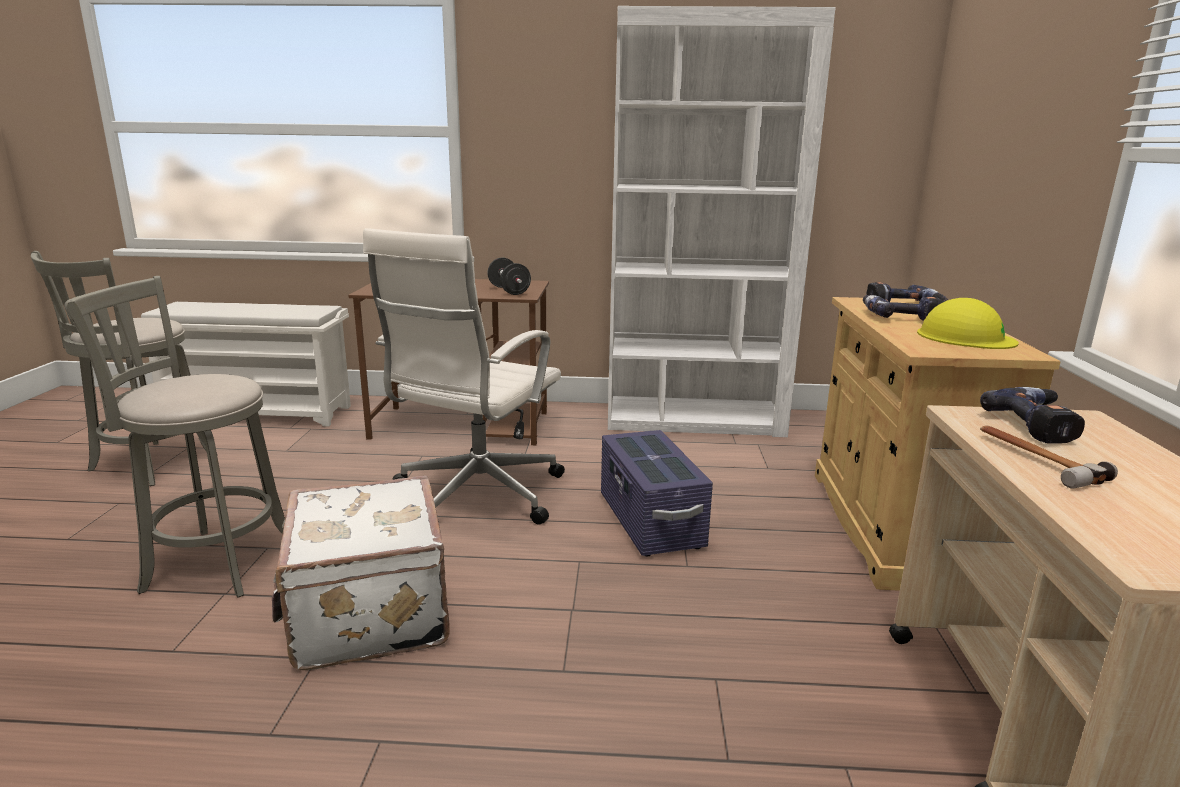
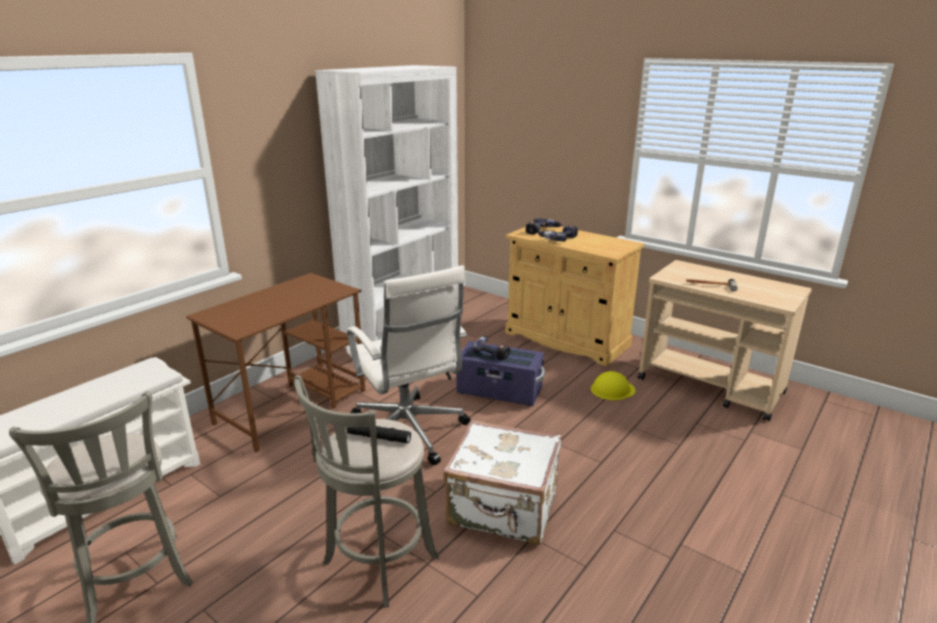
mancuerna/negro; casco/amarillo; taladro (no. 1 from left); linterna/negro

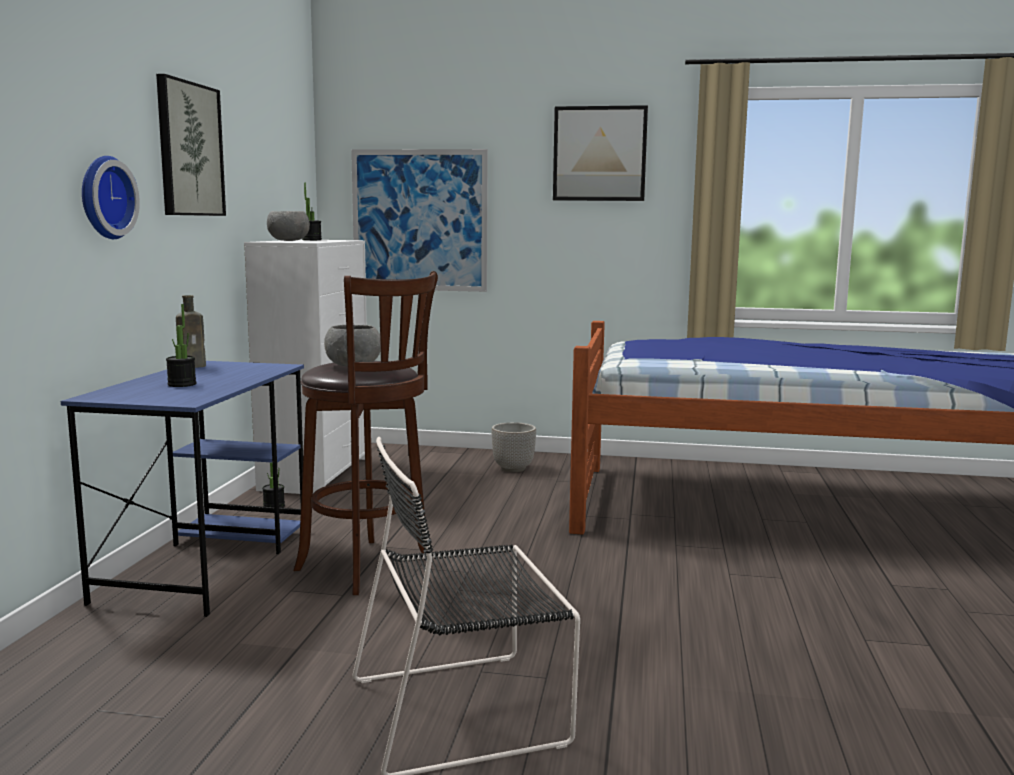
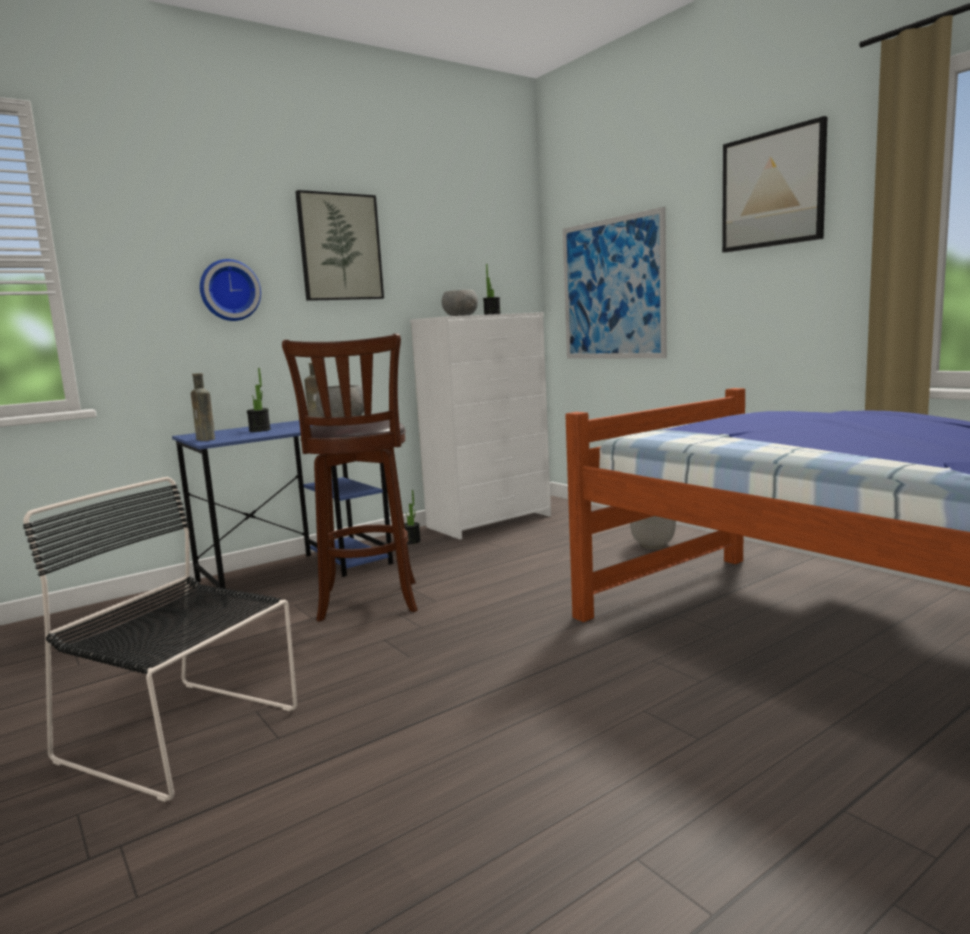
botella/marrón (no. 1 from left)

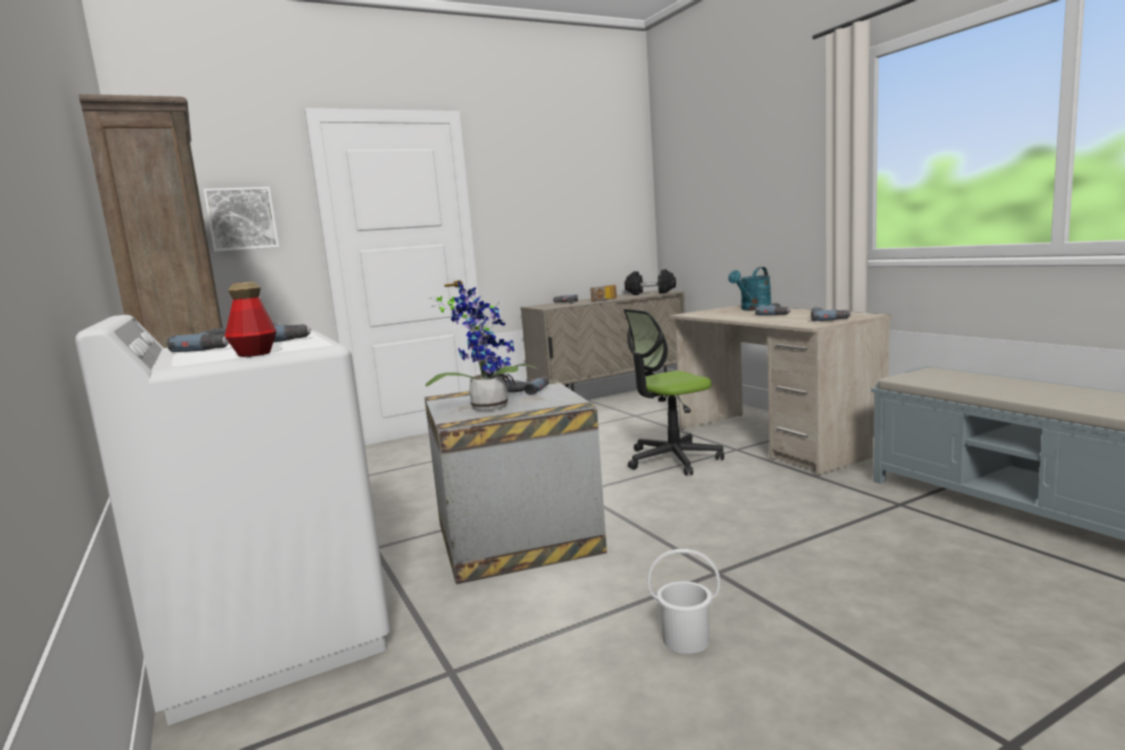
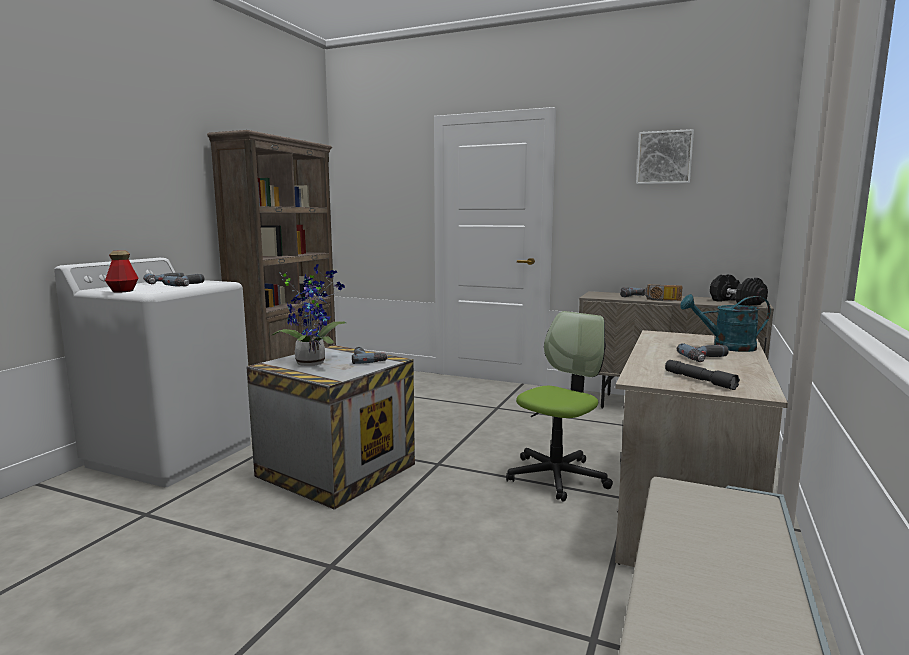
cuadro; linterna/gris; silla de oficina; cubo/blanco

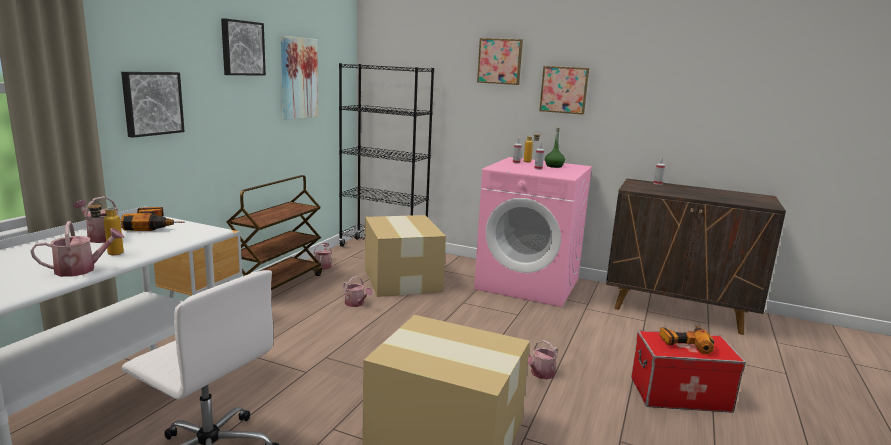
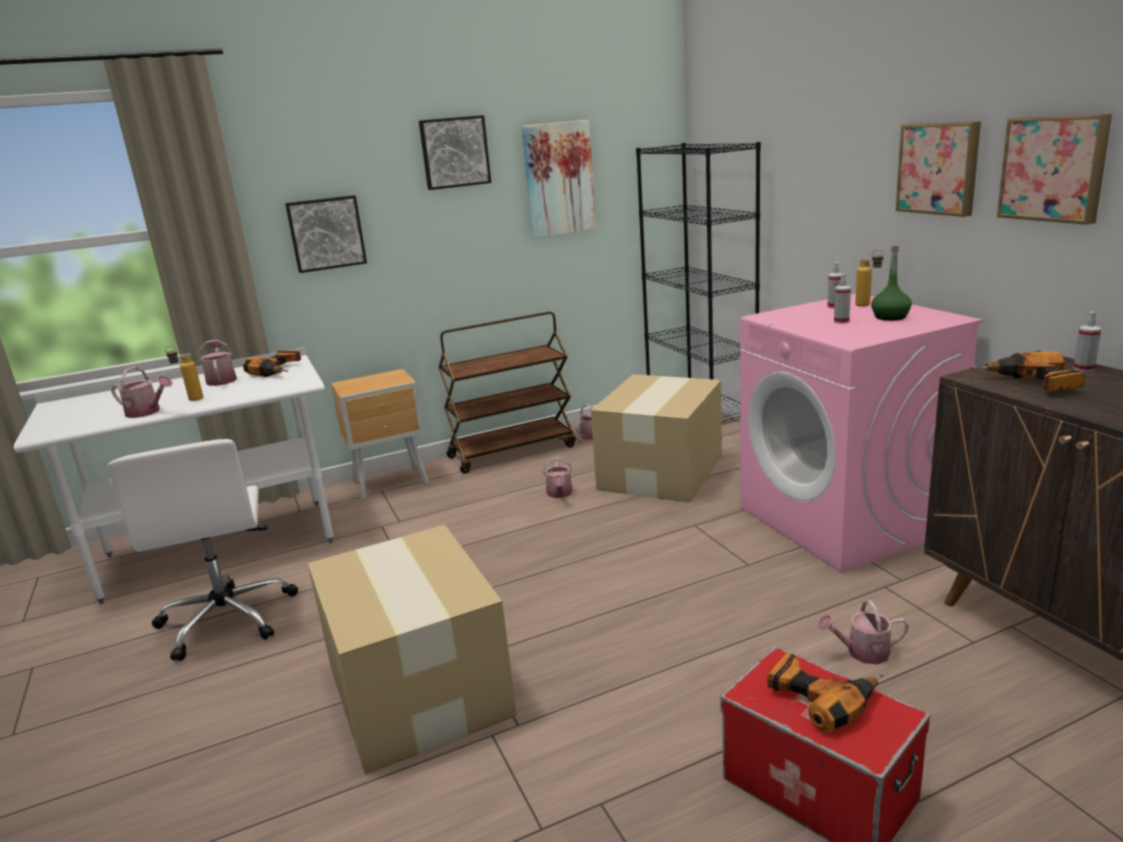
cuadro (no. 5 from left); regadera (no. 5 from left); taladro (no. 3 from left)

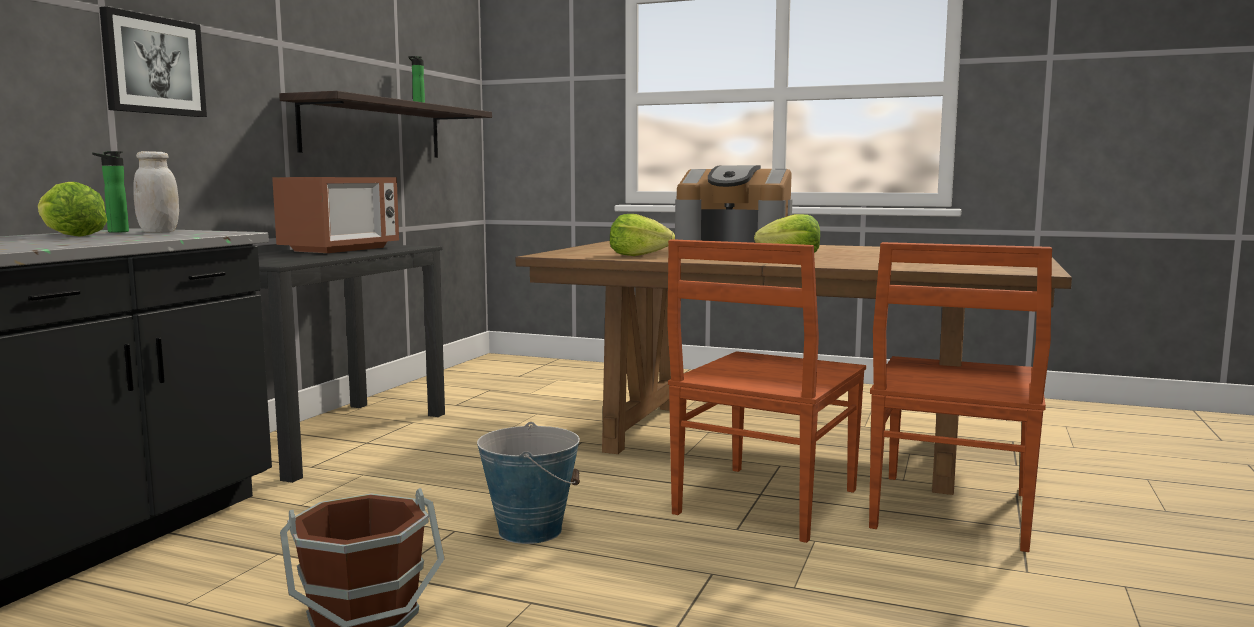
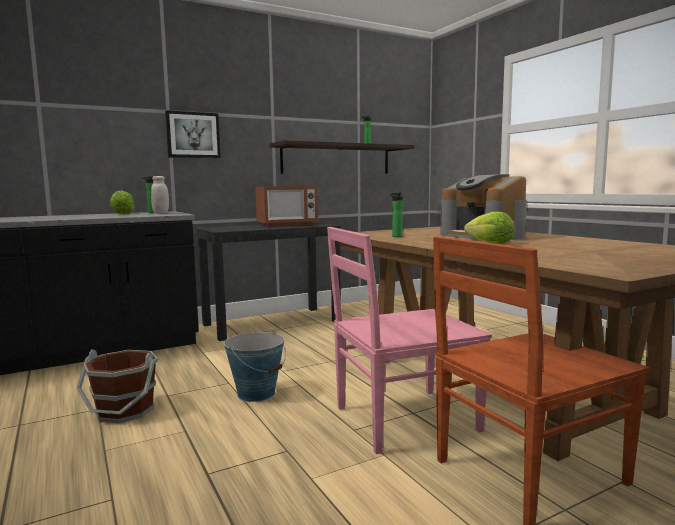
botella (no. 3 from left); silla/rosa

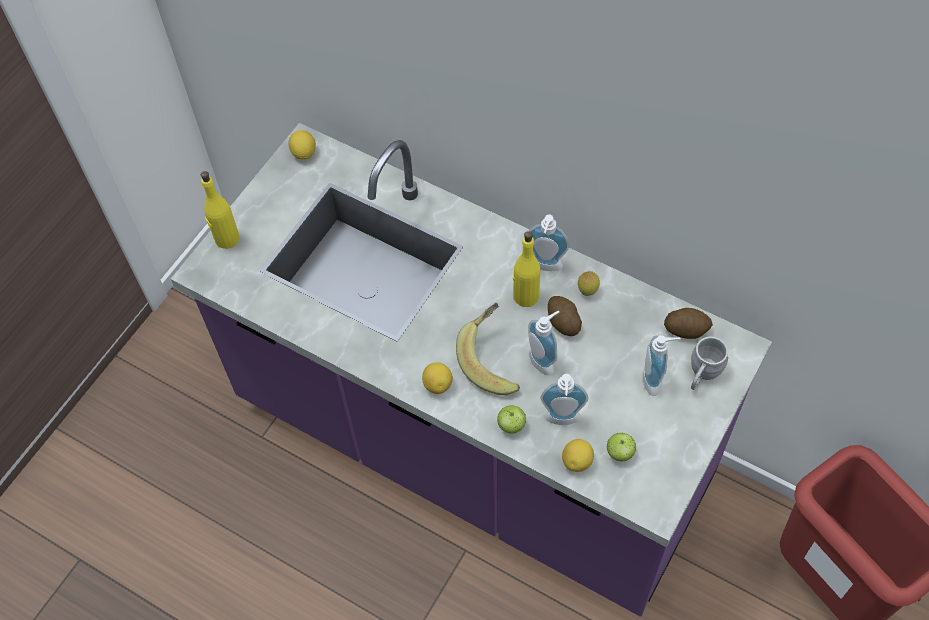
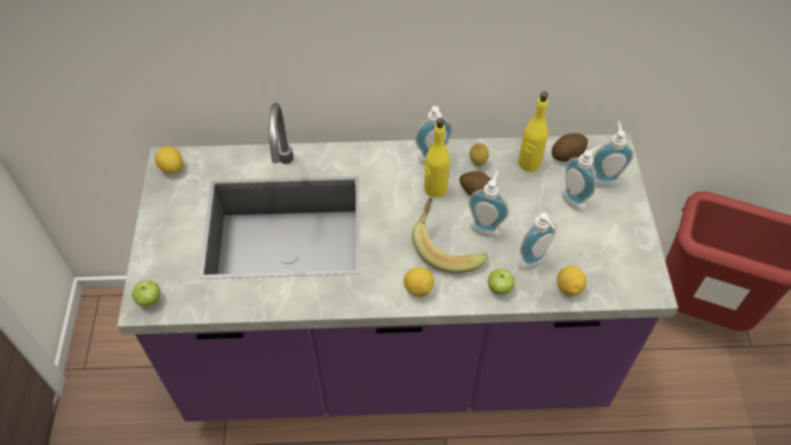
botella/amarillo (no. 2 from left); dispensador de jabón (no. 5 from left); manzana (no. 1 from left)

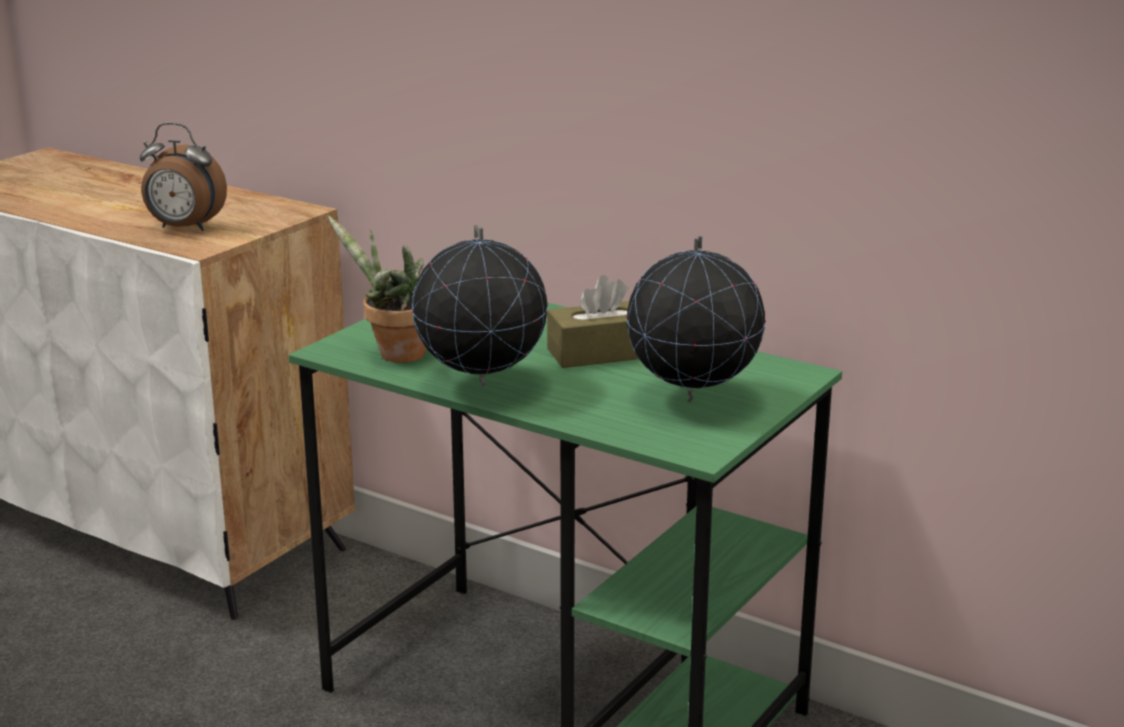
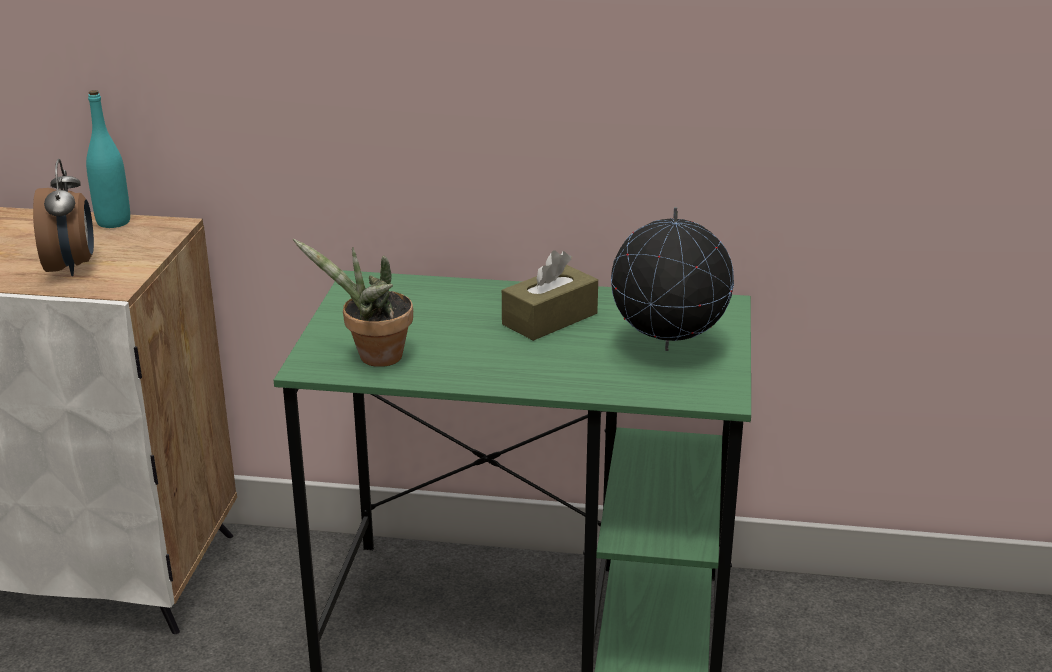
despertador; globo terráqueo (no. 1 from left in the first image); botella/turquesa

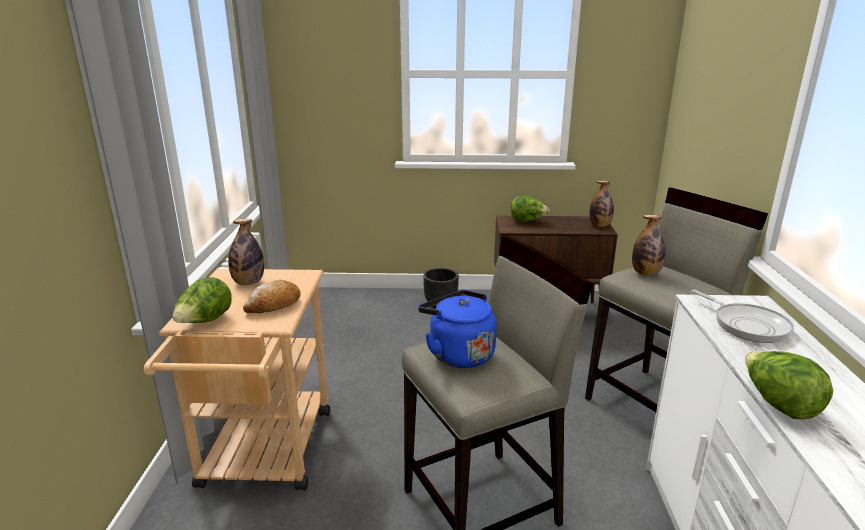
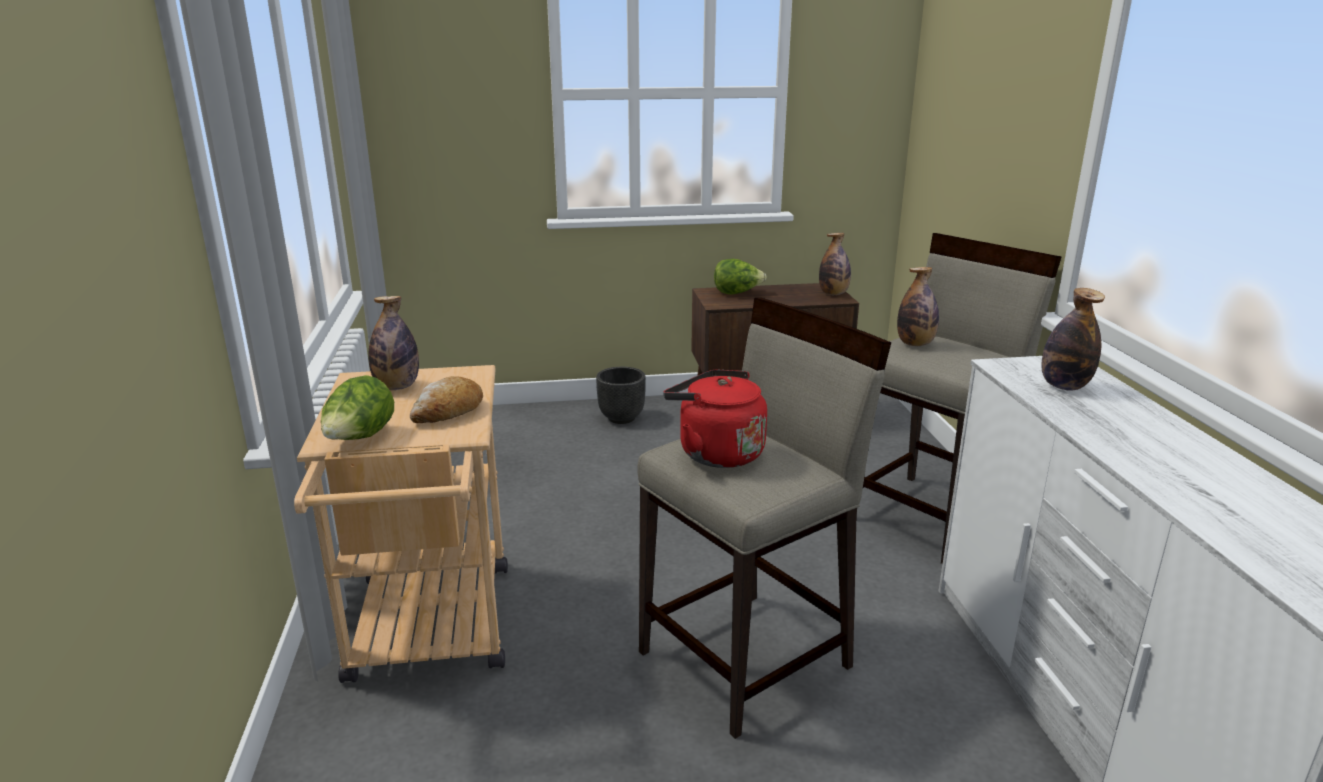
hervidor/rojo; botella (no. 4 from left); lechuga (no. 3 from left in the first image)

